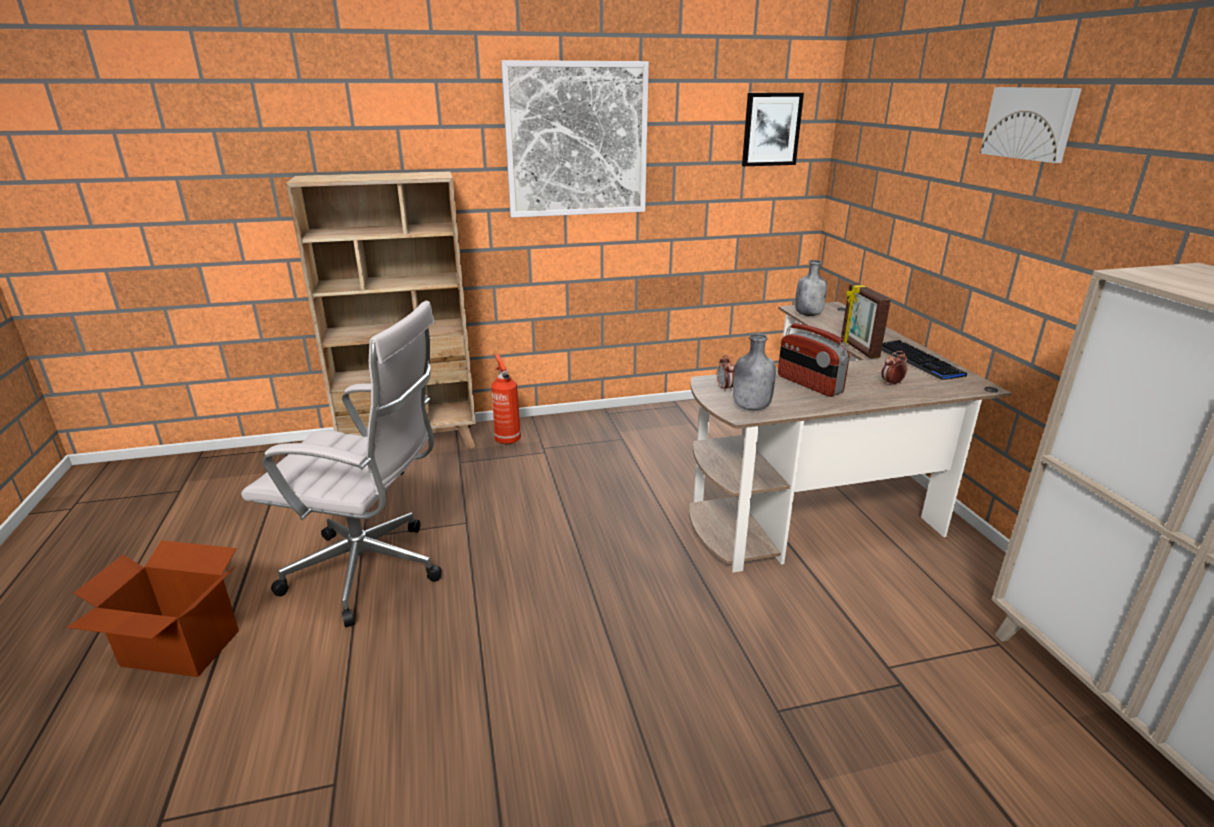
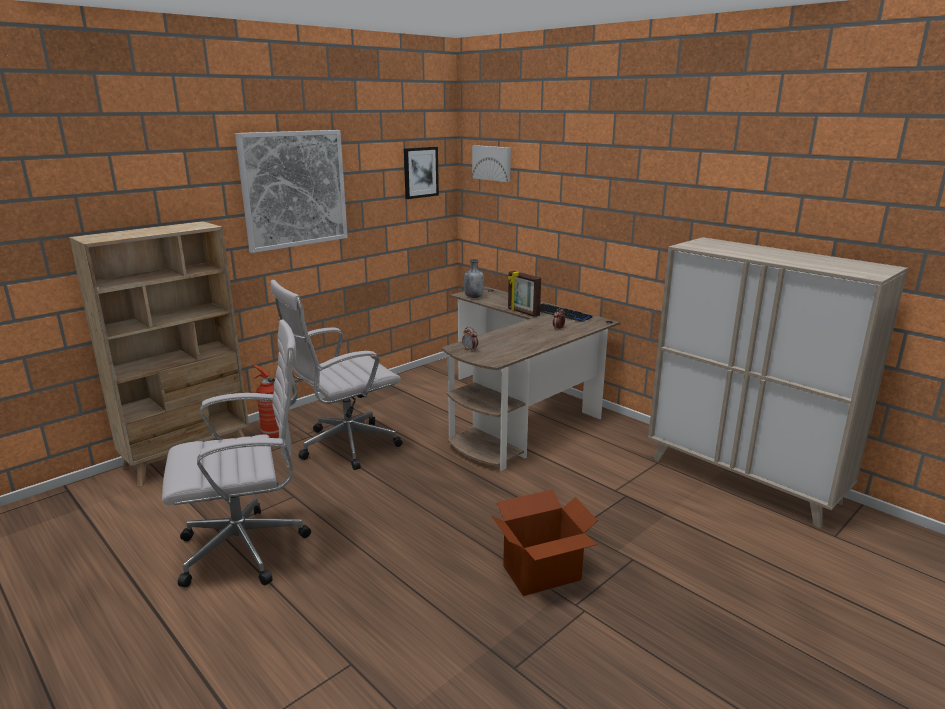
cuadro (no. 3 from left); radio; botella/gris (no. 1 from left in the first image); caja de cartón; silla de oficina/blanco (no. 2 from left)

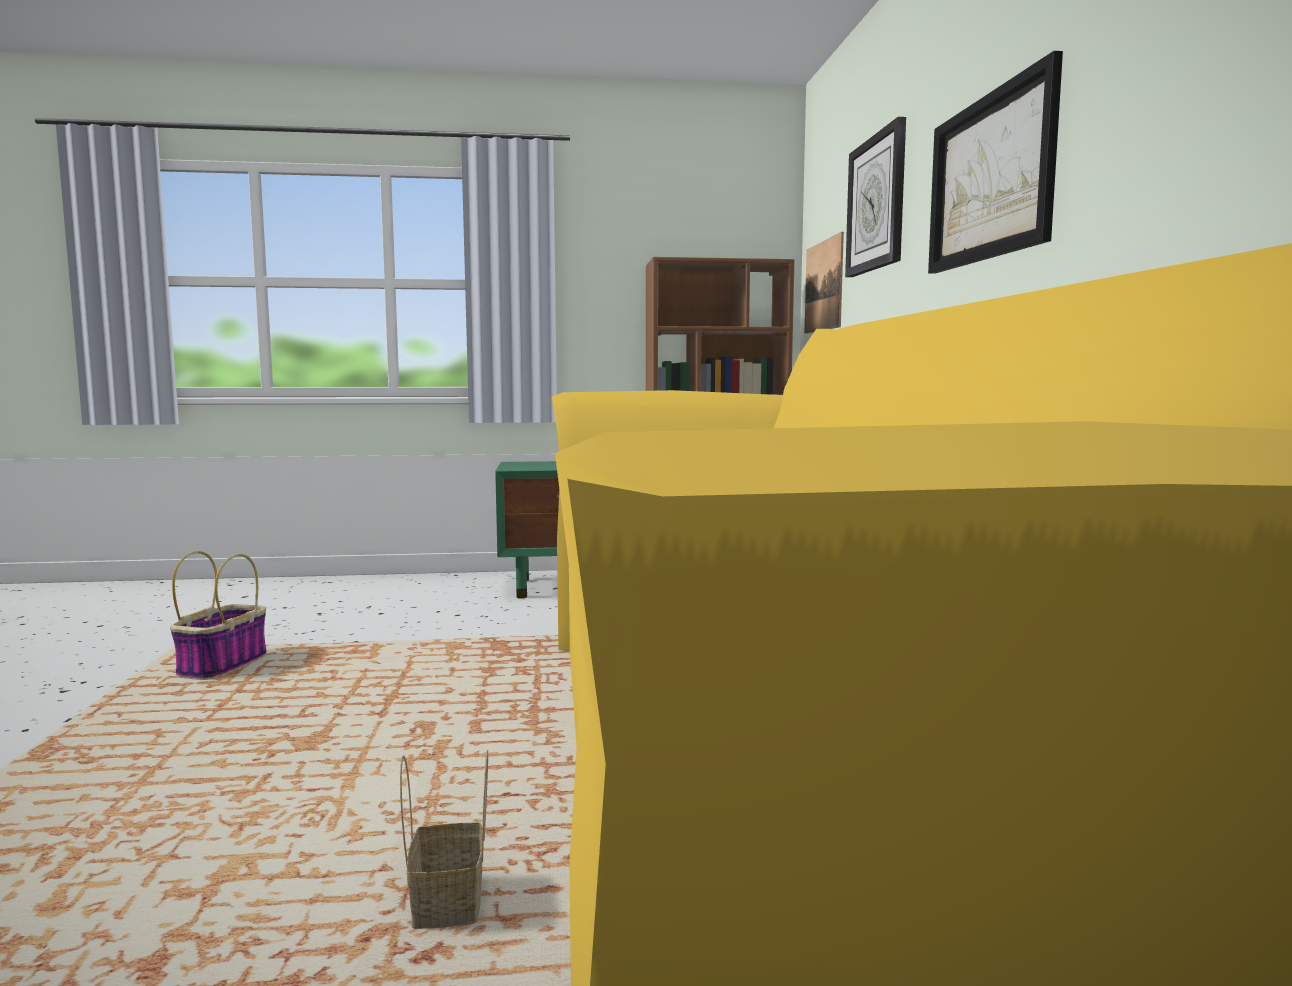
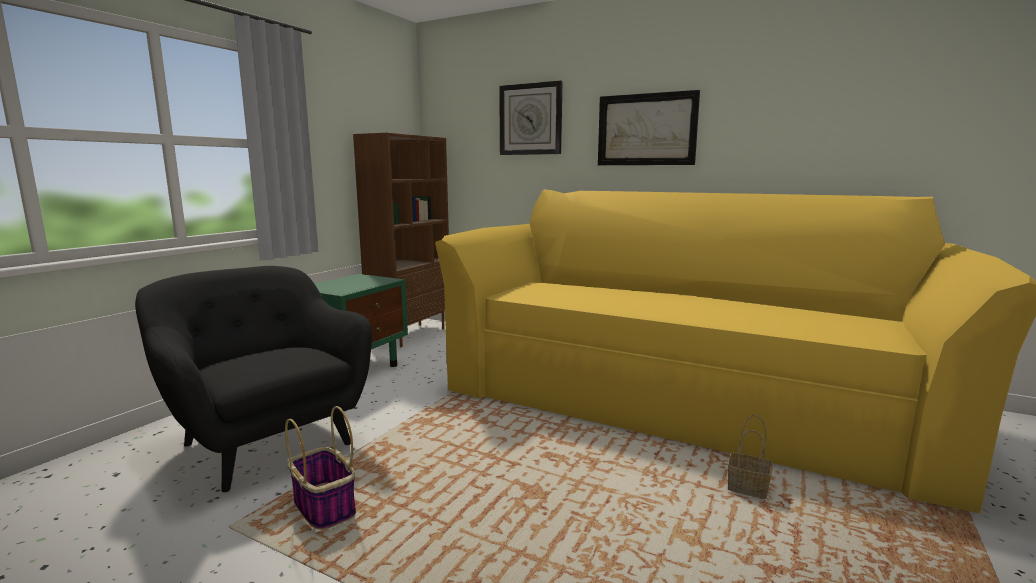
cuadro (no. 1 from left in the first image); sillón/negro

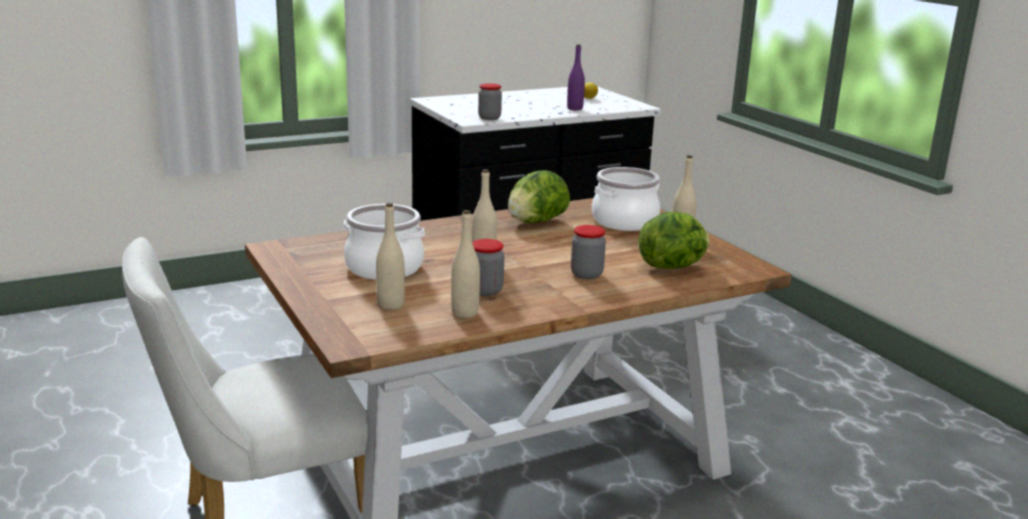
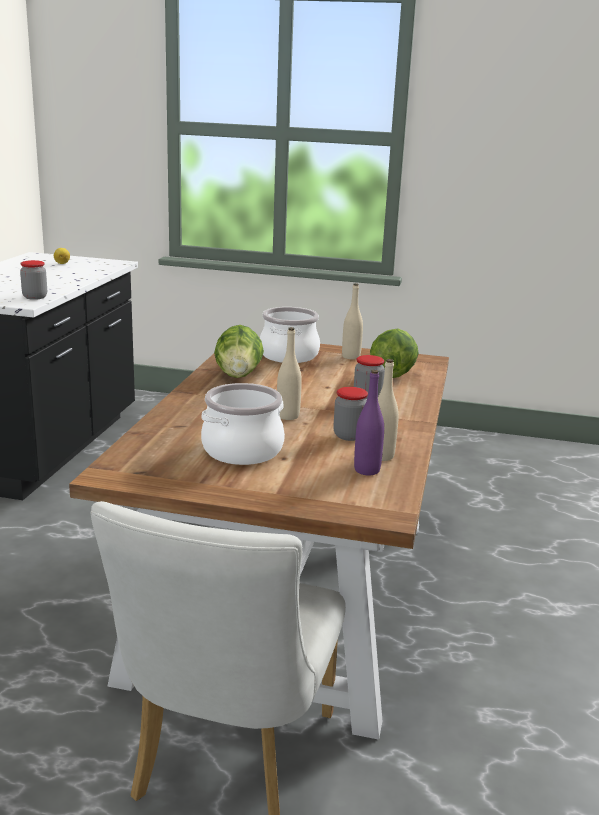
botella/morado; botella/beis (no. 1 from left in the first image)

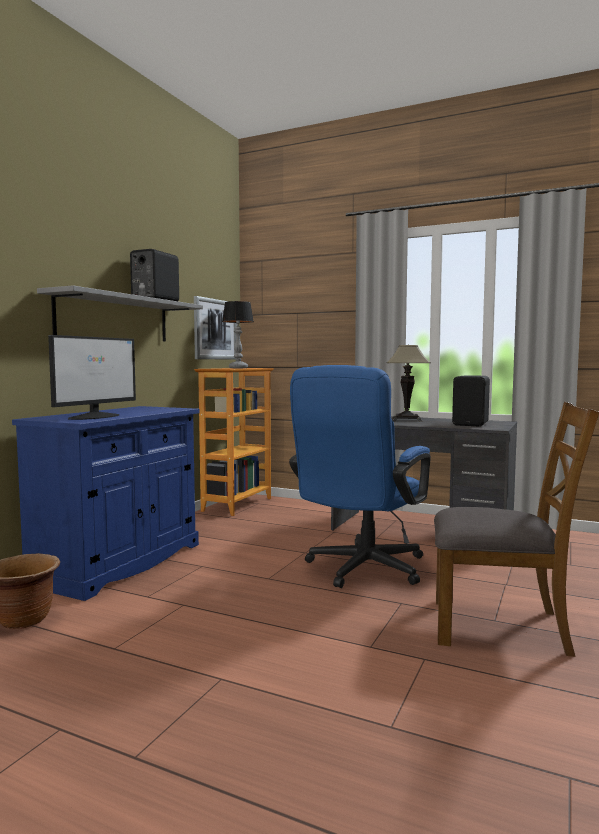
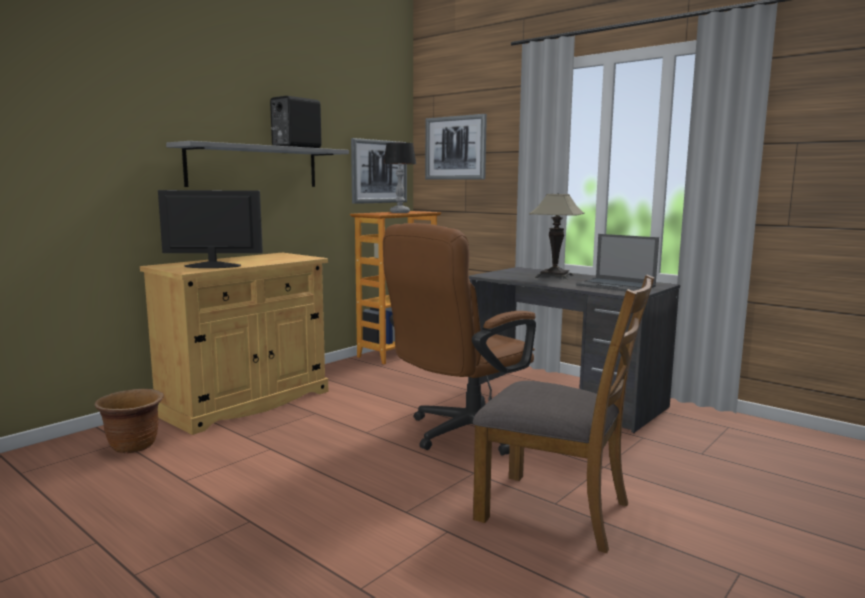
monitor; silla de oficina/marrón; portátil; armario/beis; cuadro (no. 2 from left)

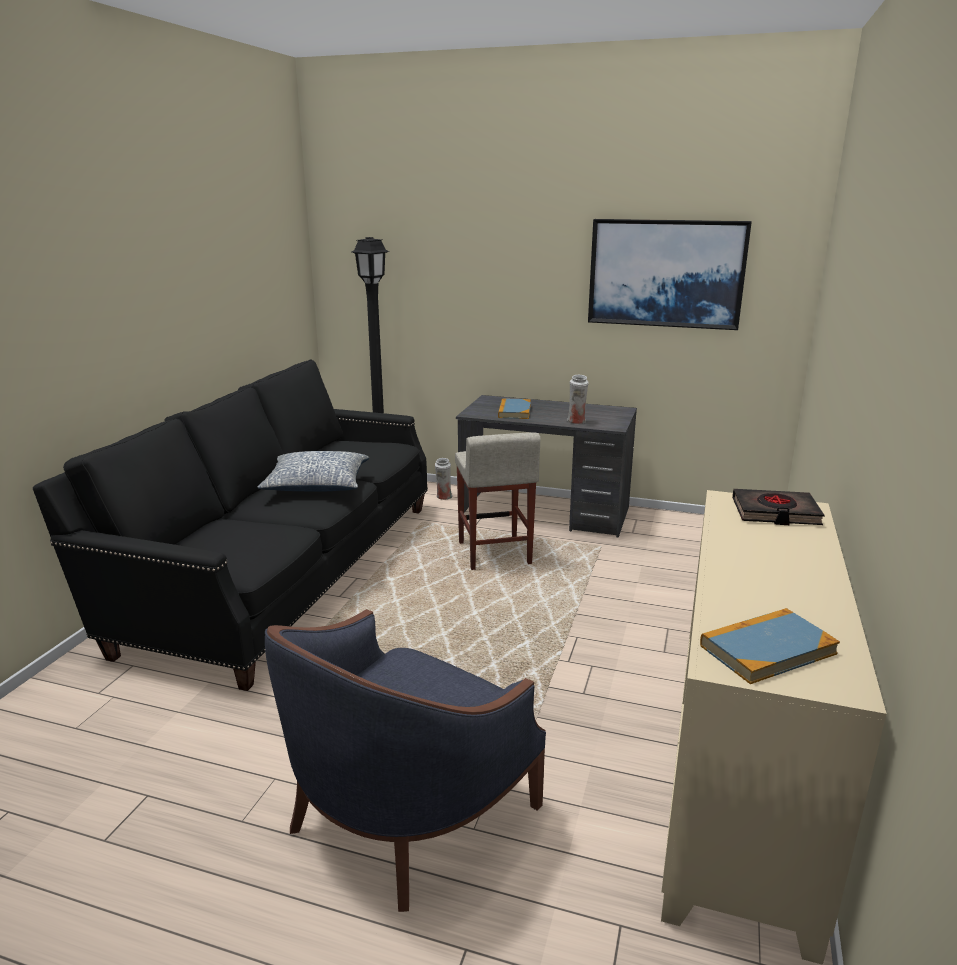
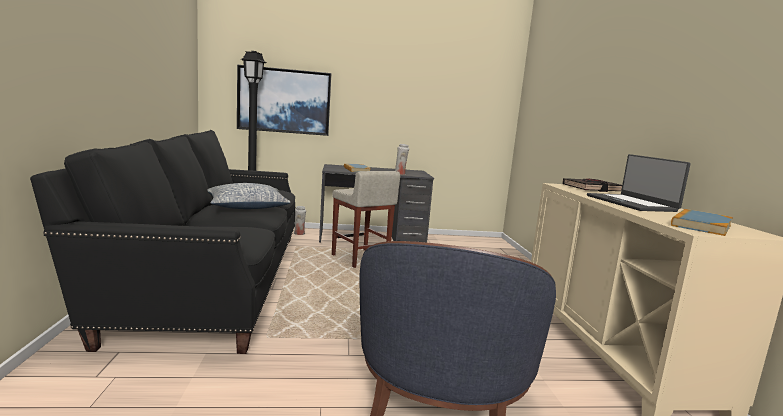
cuadro; portátil

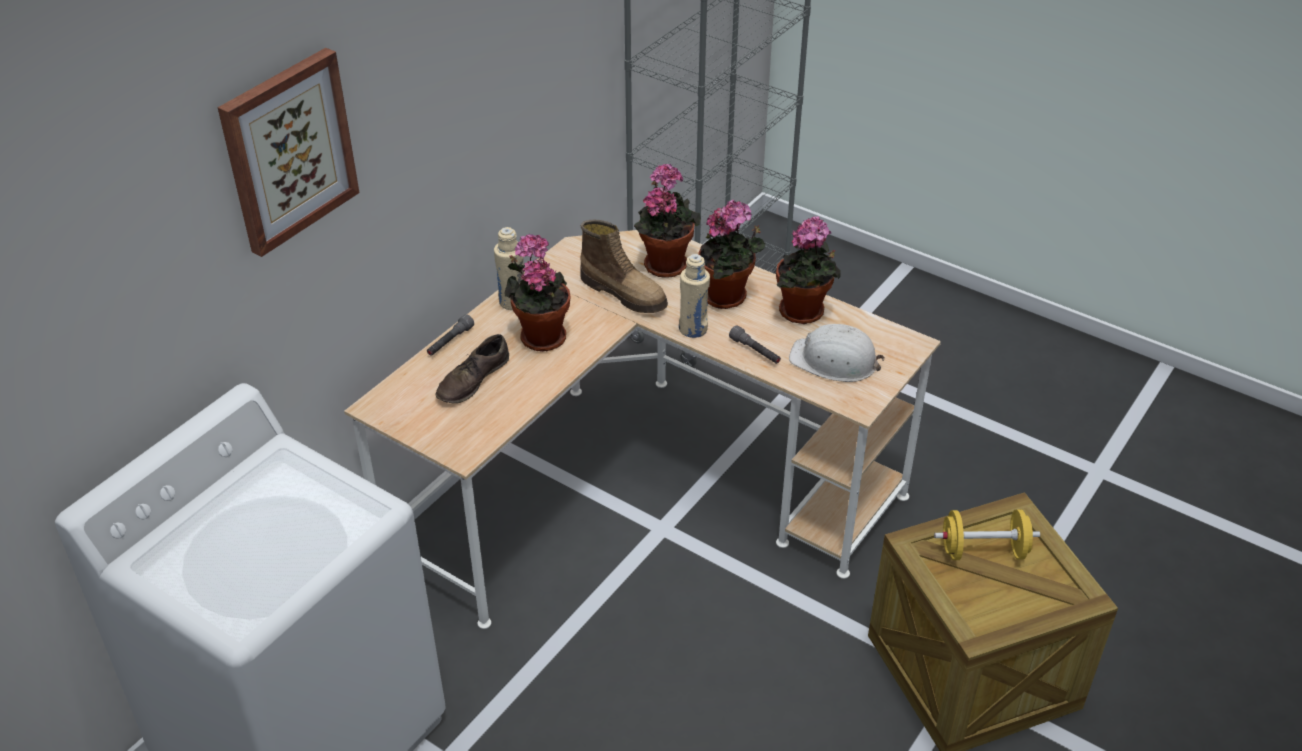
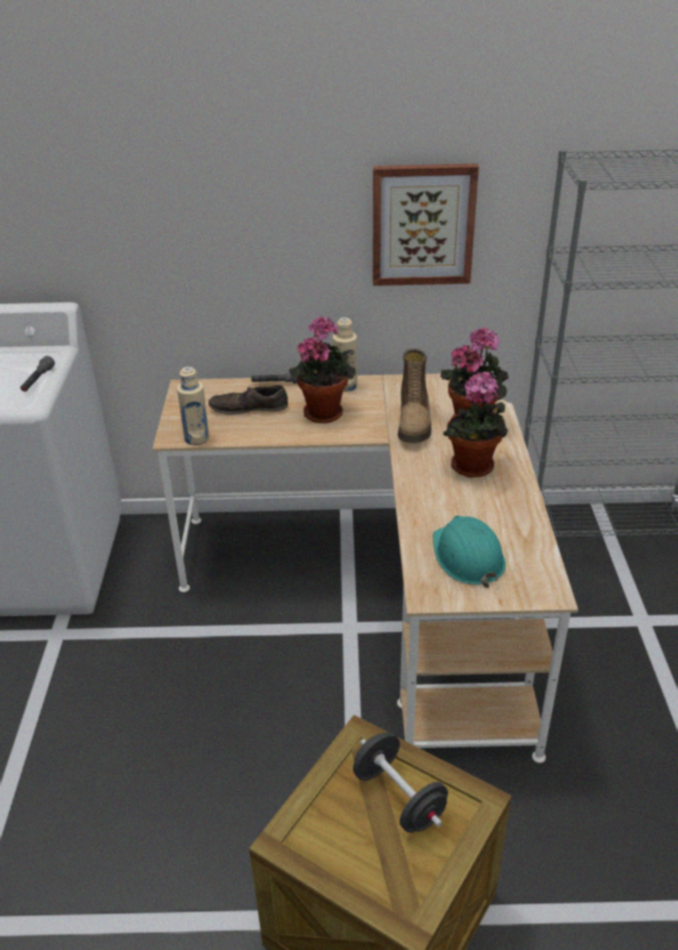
cuadro; planta en maceta (no. 4 from left in the first image); botella/beis (no. 1 from left); casco/turquesa; linterna/gris (no. 1 from left); mancuerna/negro

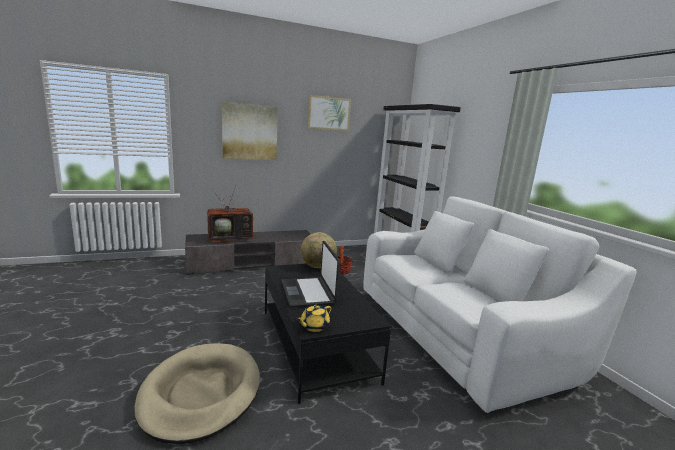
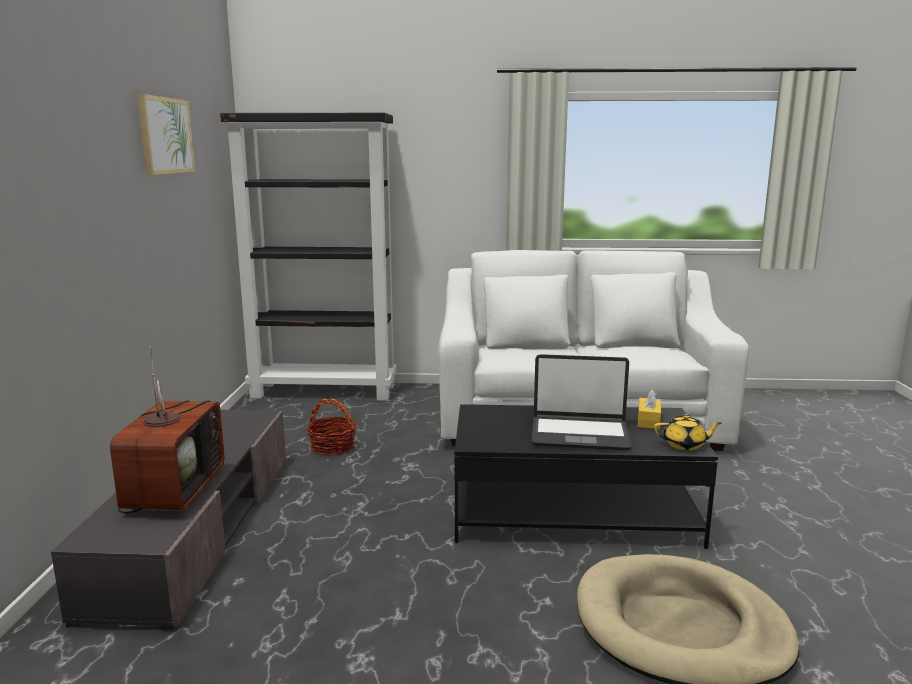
cuadro (no. 1 from left in the first image); globo terráqueo; tetera/amarillo; caja de pañuelos/amarillo

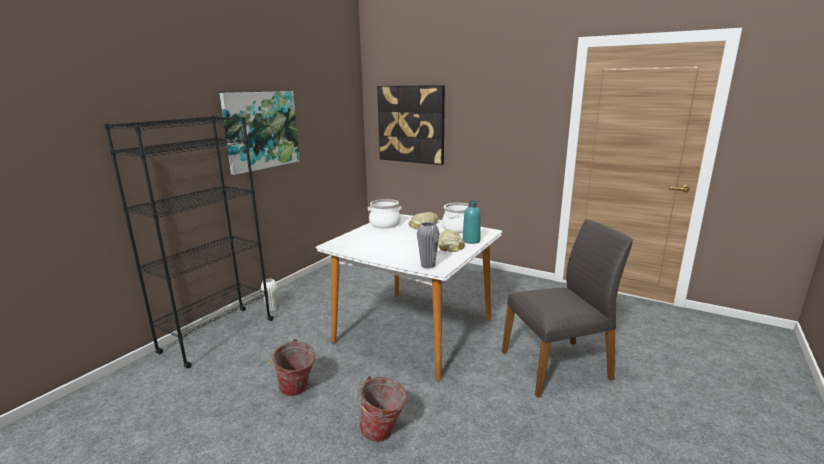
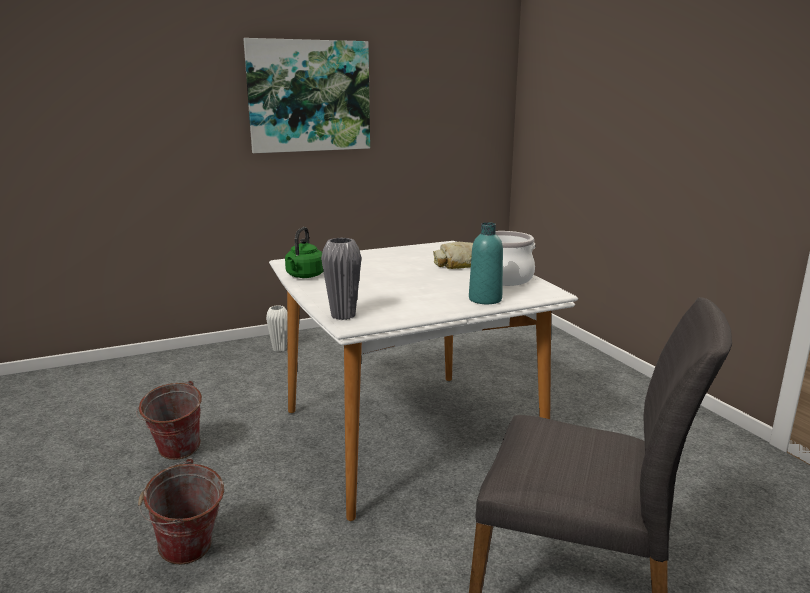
cuadro (no. 2 from left in the first image); estantería/negro; olla (no. 1 from left in the first image); pan (no. 2 from left in the first image); hervidor/verde

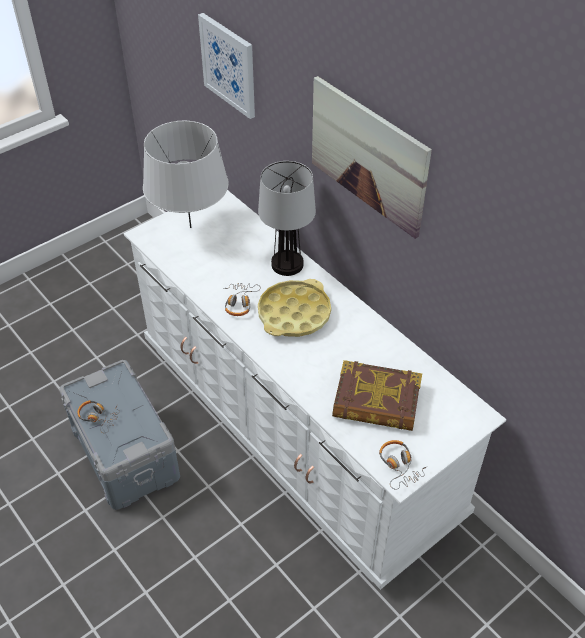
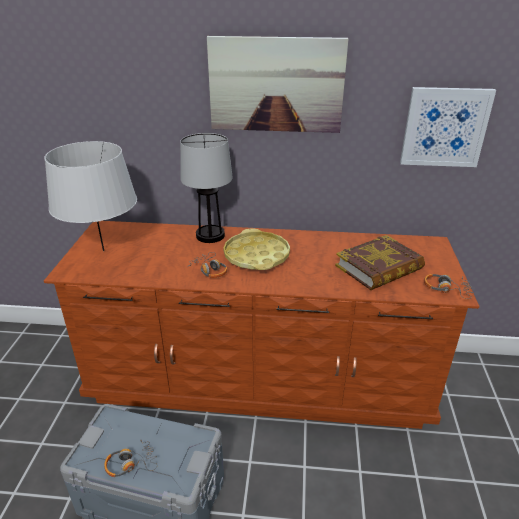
cuadro (no. 2 from left); cómoda/marrón

